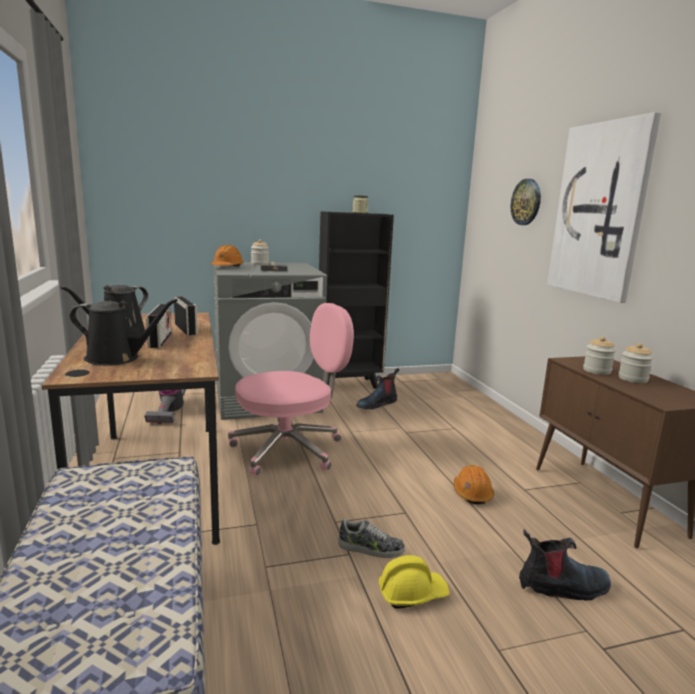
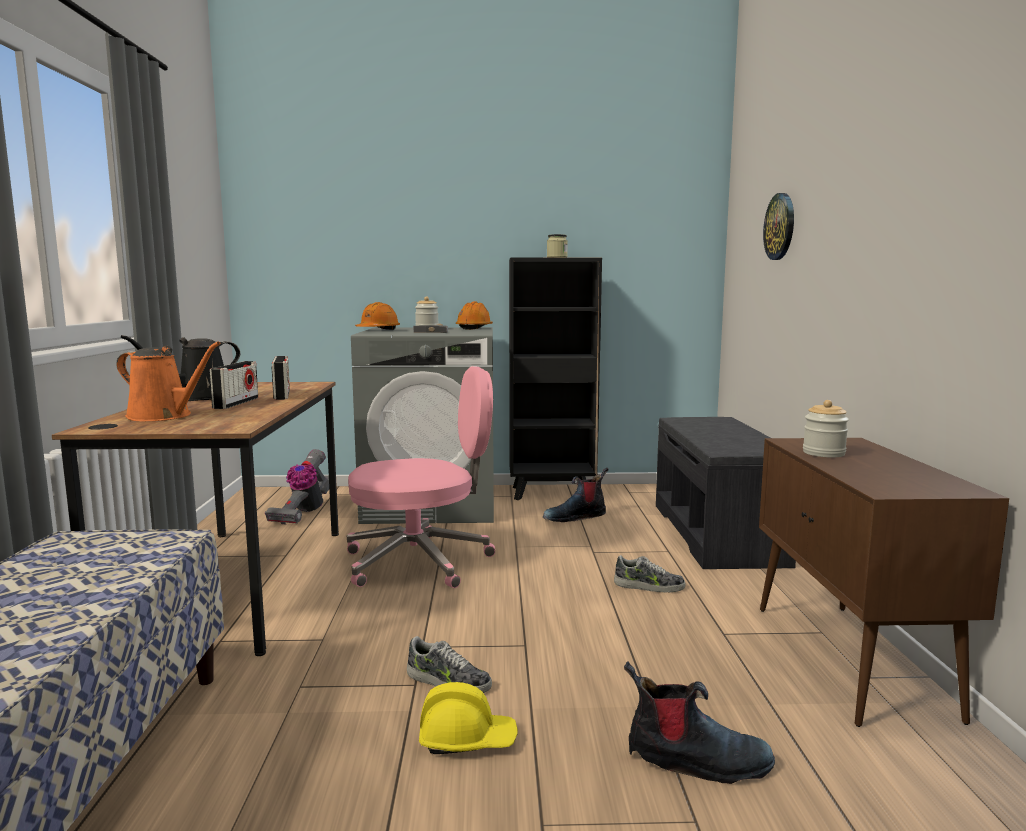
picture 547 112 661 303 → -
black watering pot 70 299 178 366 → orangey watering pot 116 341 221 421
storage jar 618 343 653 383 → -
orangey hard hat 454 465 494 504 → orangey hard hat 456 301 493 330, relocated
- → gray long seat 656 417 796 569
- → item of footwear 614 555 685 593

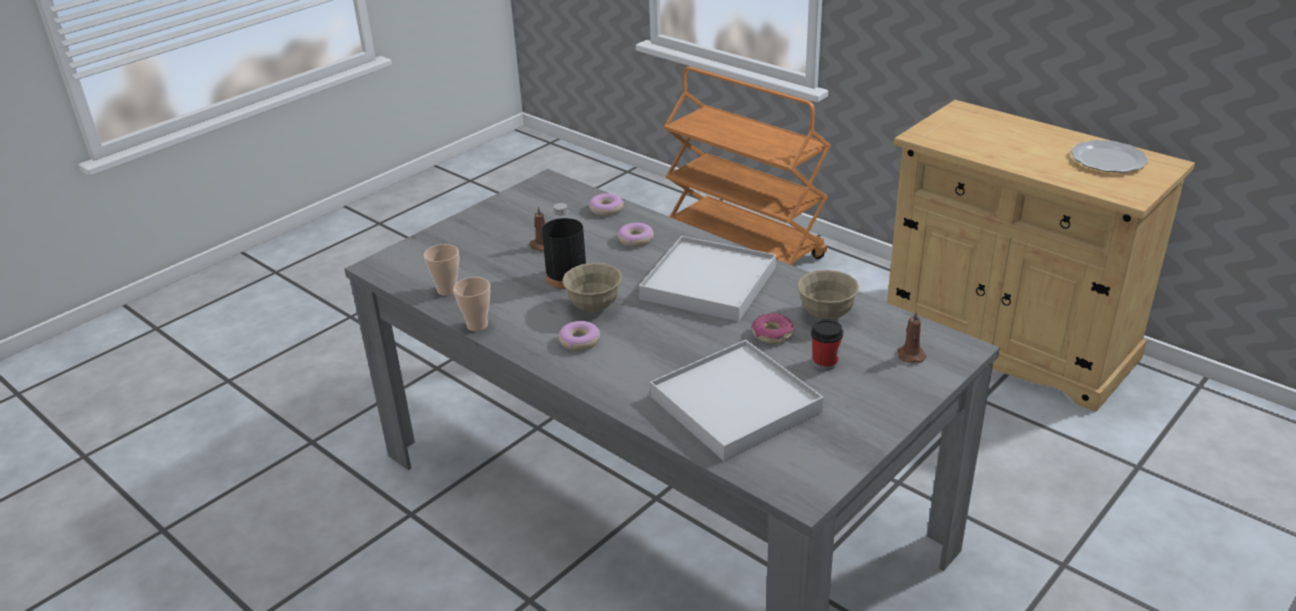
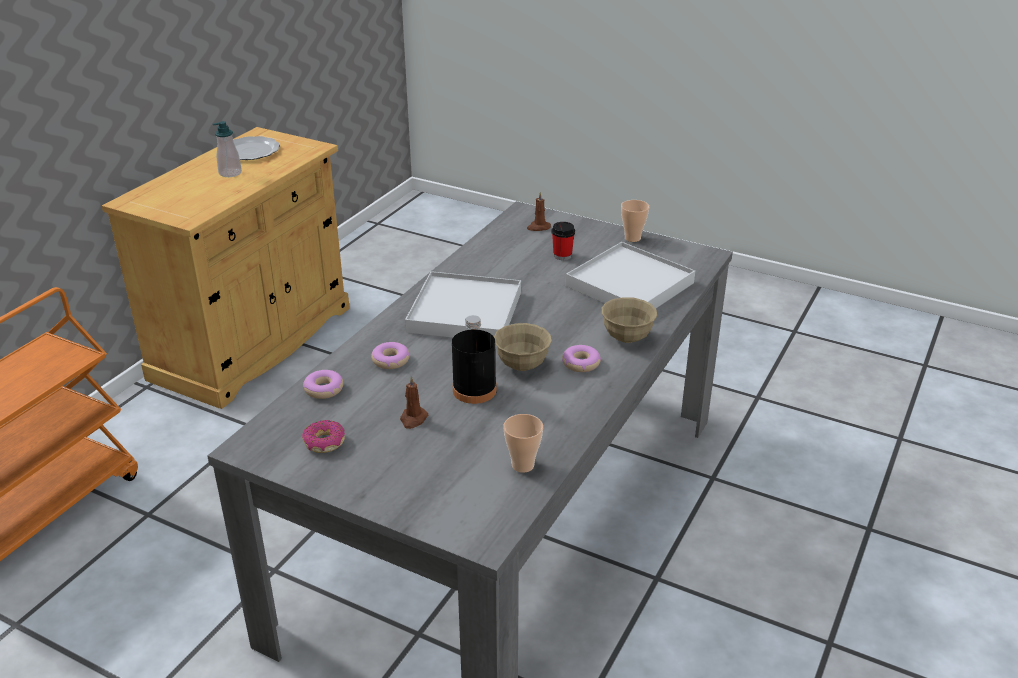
sand-coloured serving bowl 797 270 859 320 → sand-coloured serving bowl 602 297 657 343, relocated
small cup 453 277 490 331 → small cup 621 200 649 242, relocated
donut 751 313 794 344 → donut 302 420 345 453, relocated
- → soap dispenser 213 121 242 177

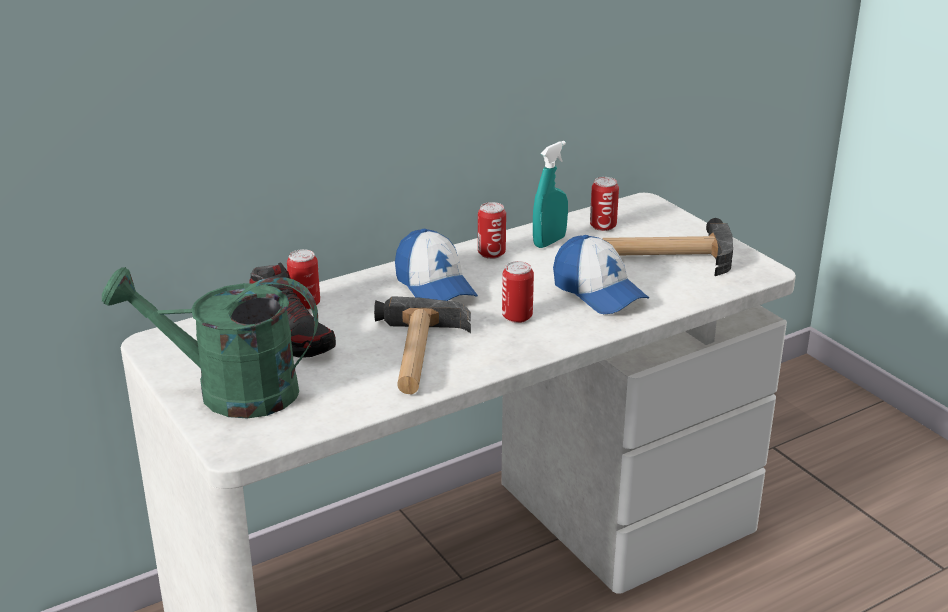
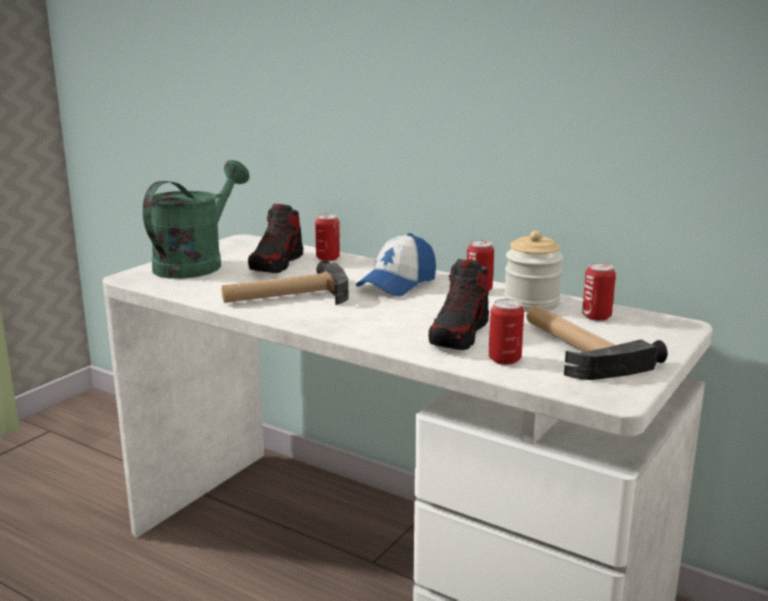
turquoise-coloured spray bottle 533 141 568 248 → storage jar 504 231 563 312
peaked cap 553 235 649 314 → item of footwear 428 259 489 350
can 502 261 534 323 → can 489 299 524 365, relocated
green watering pot 102 267 318 419 → green watering pot 143 160 250 279, 45 degrees clockwise

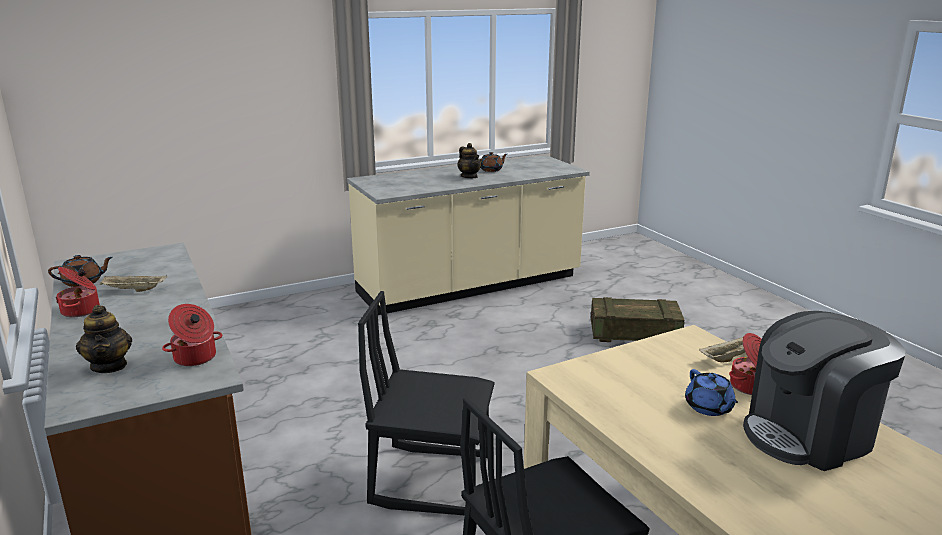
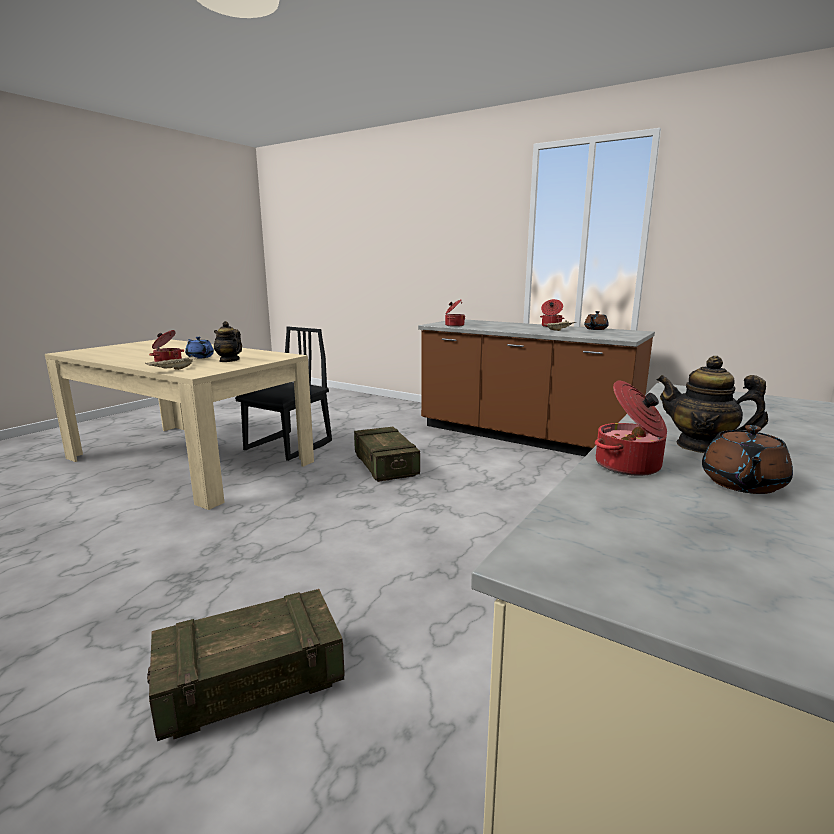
black chair 358 291 495 515 → shipping crate 354 427 420 482
pot for tea 76 305 132 373 → pot for tea 214 321 242 362, relocated
coffee brewer 743 311 906 471 → -
- → stockpot 595 380 667 476

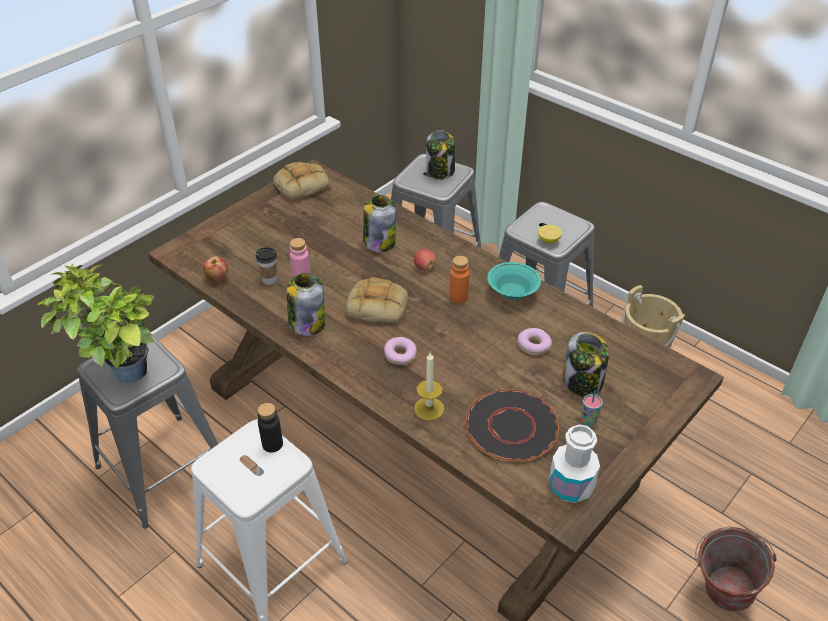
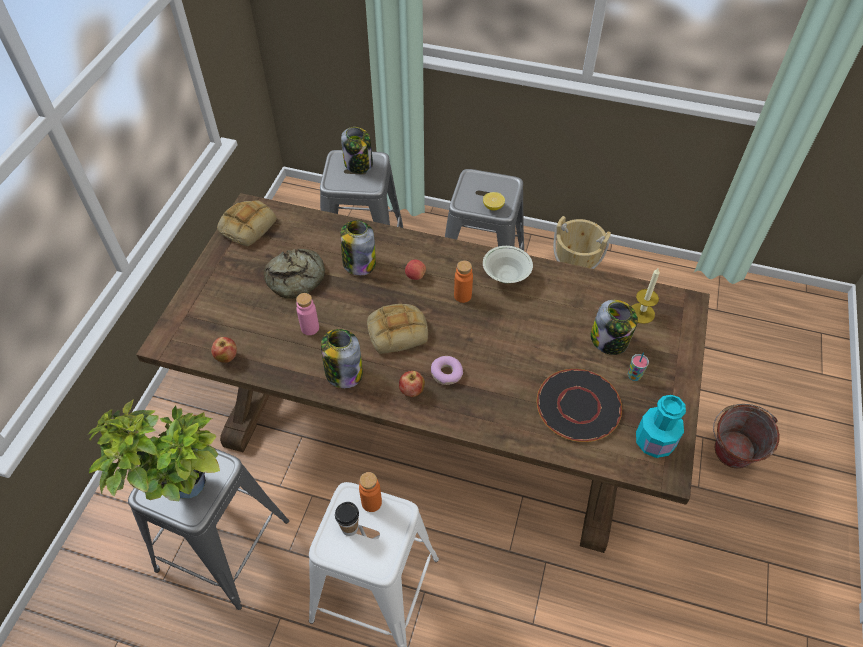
small cup 256 247 277 285 → small cup 335 502 359 536, relocated
turquoise-coloured serving bowl 487 262 541 300 → whitish serving bowl 483 246 533 283
donut 518 328 552 355 → -
wax candle 414 353 444 421 → wax candle 631 268 660 324, relocated
black bottle 258 403 283 452 → orangey bottle 359 472 382 512
whitish bottle 549 424 600 503 → turquoise-coloured bottle 636 395 686 458
- → baked bread 264 249 325 299
- → apple 399 371 425 397

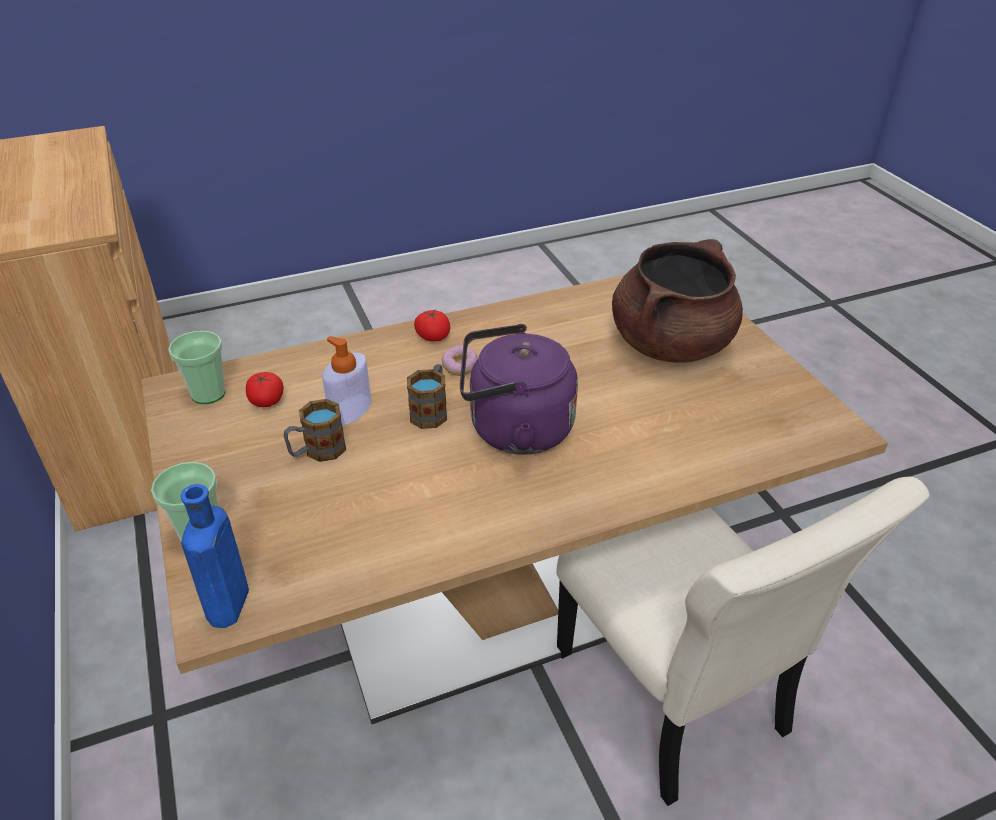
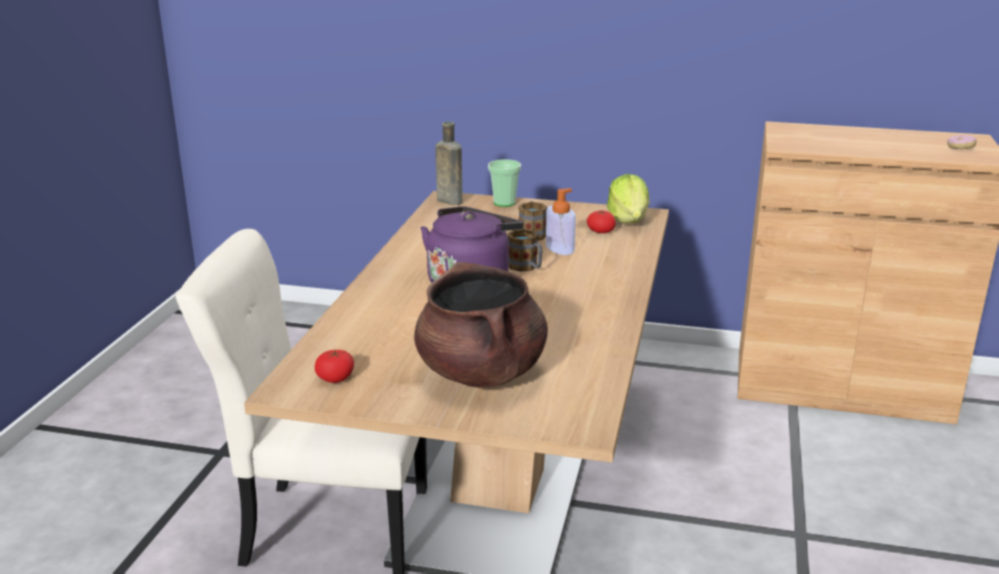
whole tomato 414 310 450 342 → whole tomato 315 349 354 383, relocated
small cup 168 331 226 404 → lettuce 607 174 650 223
donut 442 345 477 376 → donut 947 135 977 149, relocated
bluish bottle 181 484 249 628 → brown bottle 435 122 462 205

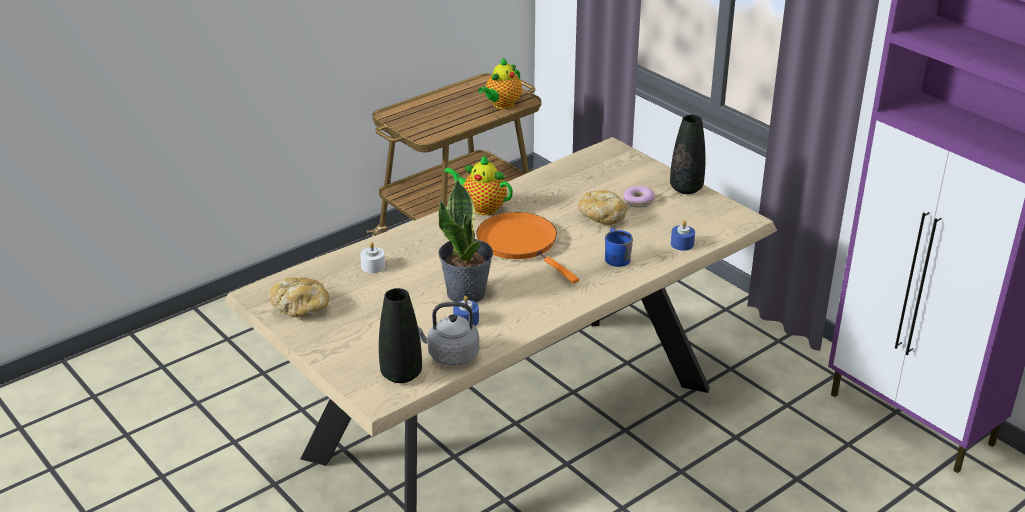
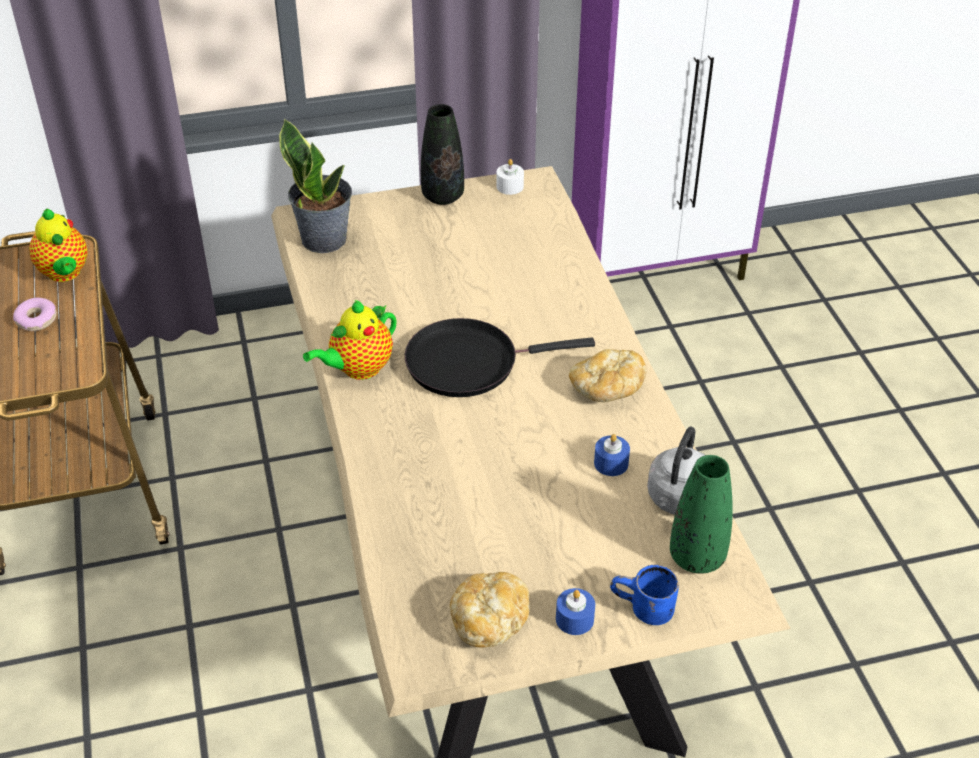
houseplant 438 180 493 302 → houseplant 279 118 352 253, relocated
donut 624 186 655 207 → donut 13 298 57 331, relocated
baked bread 578 190 627 225 → baked bread 569 349 646 402, relocated
orangey skillet 476 212 579 283 → black skillet 405 318 595 397
bluish wax candle 671 220 695 251 → bluish wax candle 556 588 595 635, relocated
bluish tea mug 605 228 633 267 → bluish tea mug 610 564 679 625, relocated
whitish wax candle 360 242 385 273 → whitish wax candle 497 159 524 195, relocated
black vase 379 288 422 383 → green vase 670 455 733 574

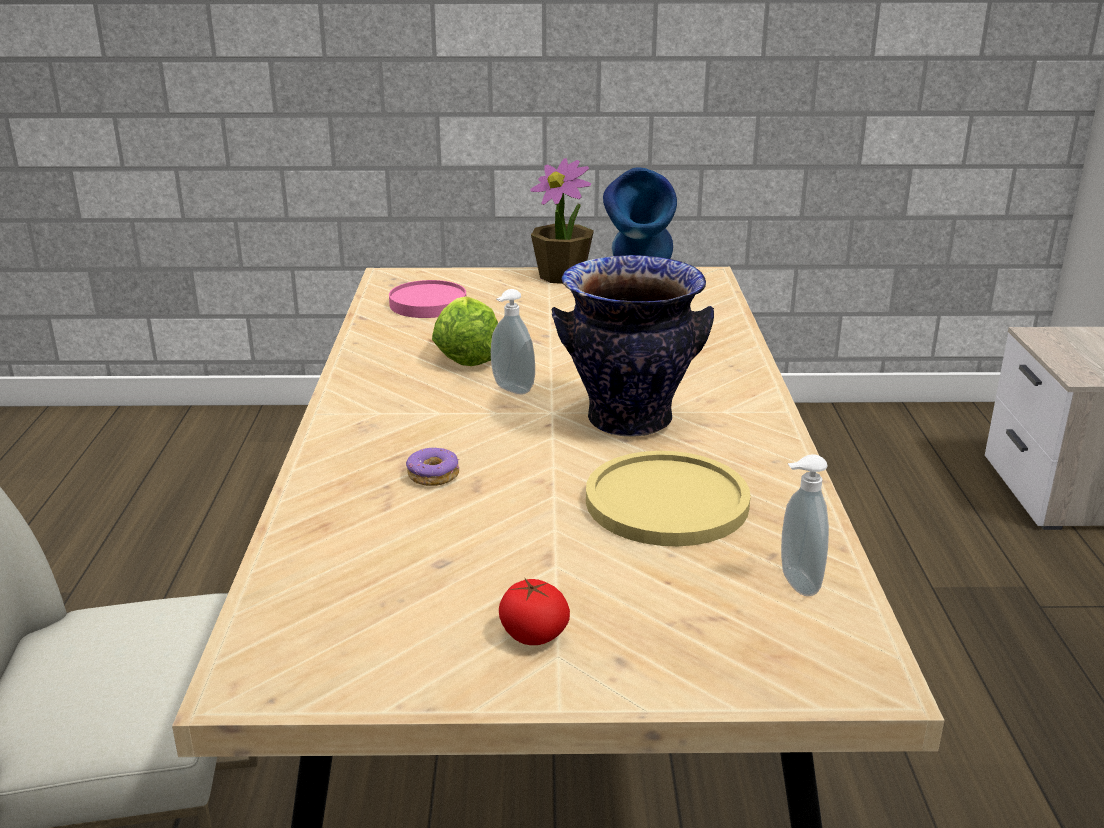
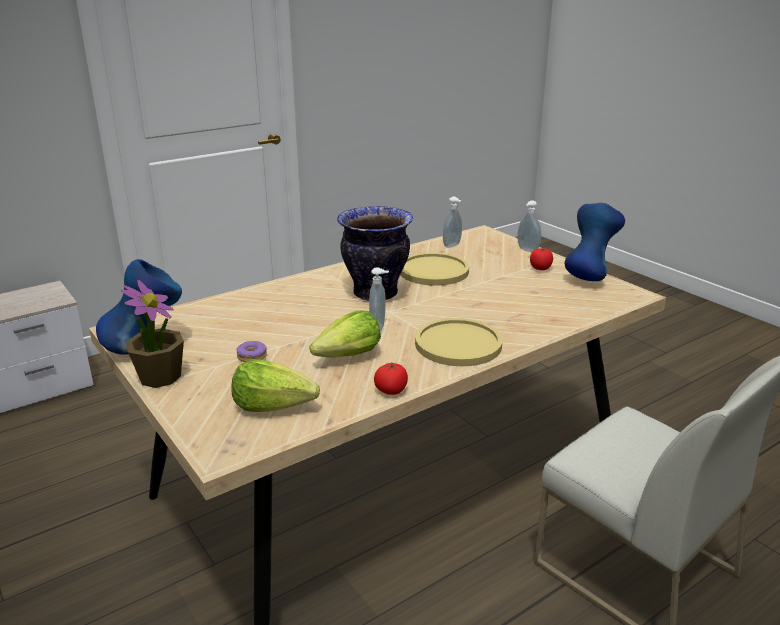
pink-coloured dinner plate 389 280 466 318 → lettuce 231 359 320 412
donut 406 447 459 486 → donut 236 341 267 362, relocated
- → soap dispenser 517 200 541 253
- → bluish vase 565 203 625 281
- → yellow dinner plate 415 318 502 366
- → whole tomato 374 363 408 395

